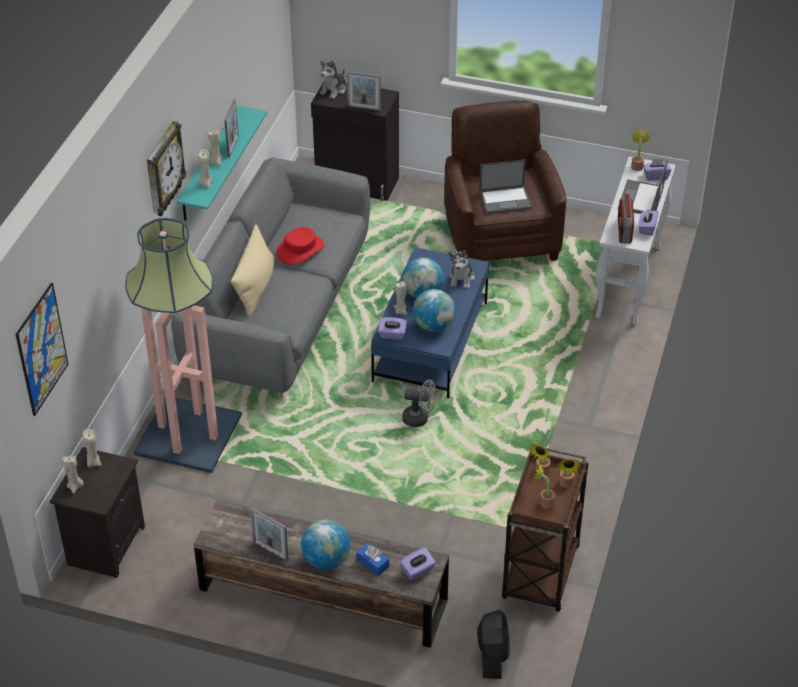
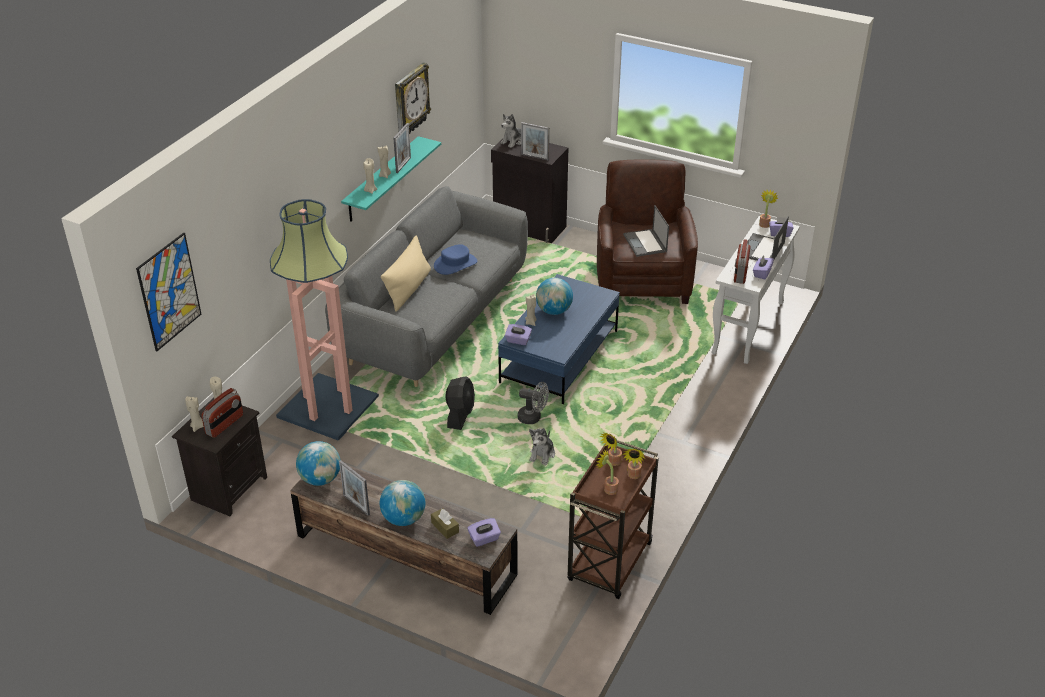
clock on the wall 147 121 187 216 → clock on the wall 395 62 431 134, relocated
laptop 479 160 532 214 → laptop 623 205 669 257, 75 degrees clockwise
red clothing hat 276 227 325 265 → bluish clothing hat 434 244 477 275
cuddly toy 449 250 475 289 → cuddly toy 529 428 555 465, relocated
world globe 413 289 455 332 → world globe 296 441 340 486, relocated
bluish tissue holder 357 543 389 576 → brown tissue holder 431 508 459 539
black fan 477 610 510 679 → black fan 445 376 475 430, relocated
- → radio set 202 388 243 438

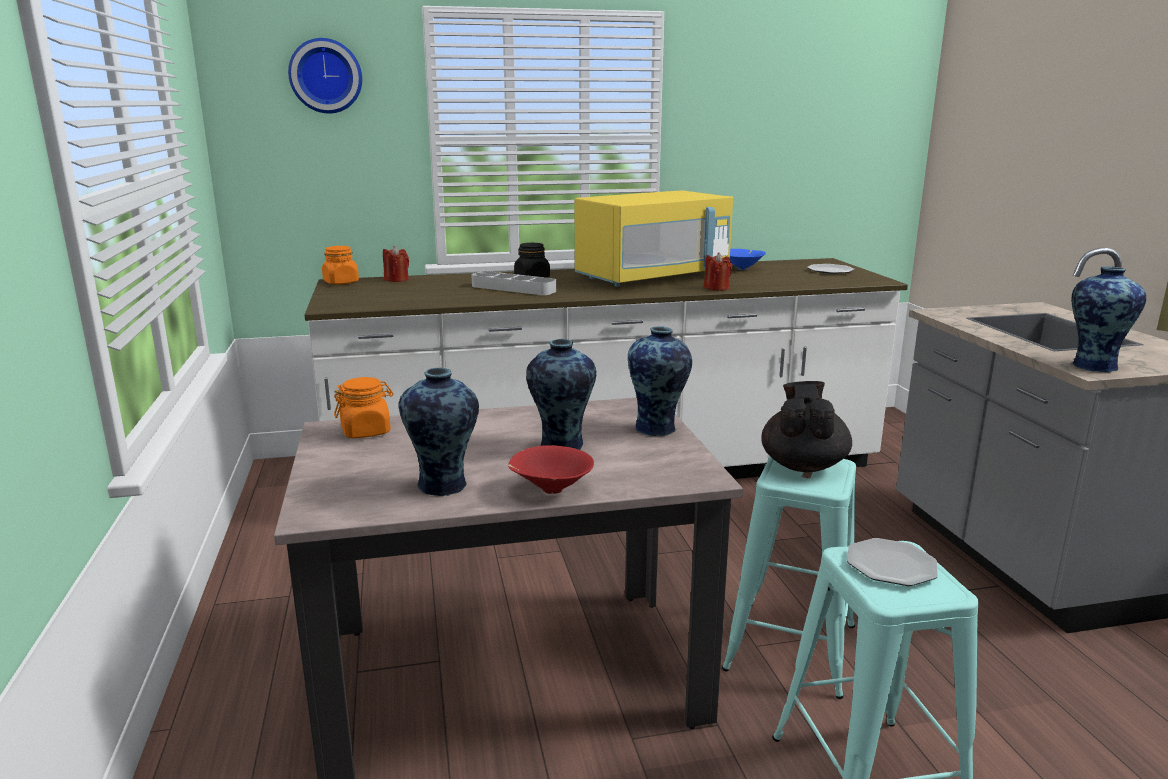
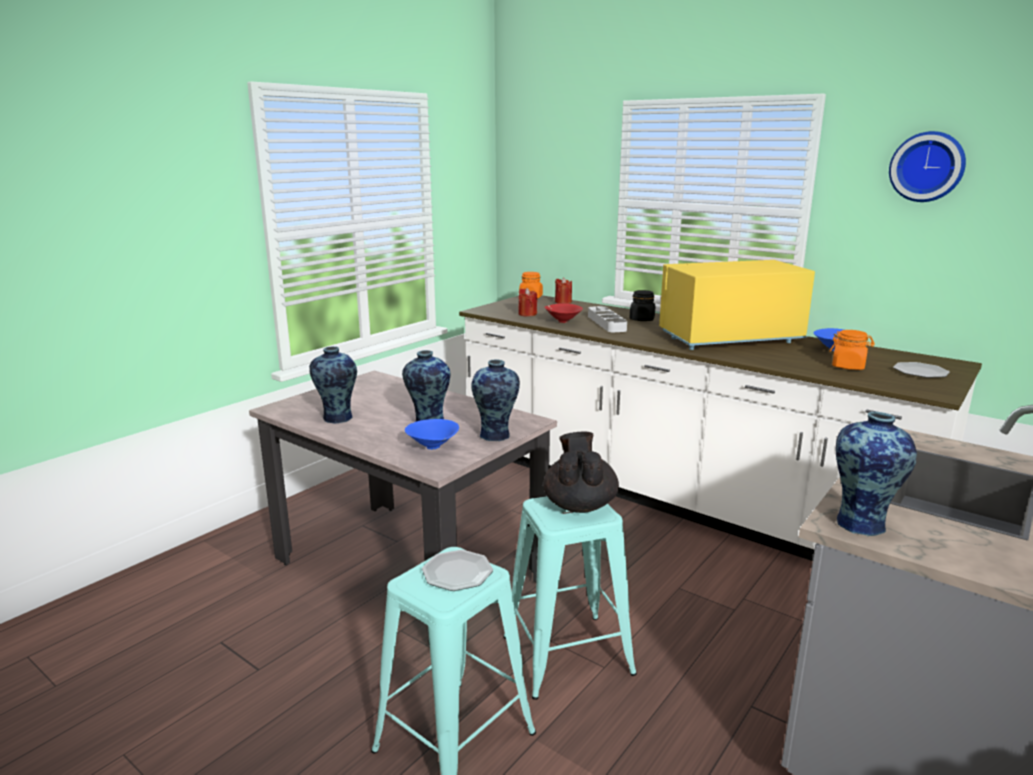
clock on the wall 288 38 362 113 → clock on the wall 889 131 966 202, relocated
yellow microwave 575 190 733 287 → yellow microwave 659 260 815 350, 150 degrees clockwise
red wax candle 704 252 732 291 → red wax candle 518 288 537 316, relocated
orangey storage jar 334 377 393 438 → orangey storage jar 829 330 875 370, relocated
black pot for tea 761 381 852 472 → black pot for tea 543 431 619 513, 60 degrees counterclockwise
red serving bowl 508 445 594 494 → red serving bowl 544 303 583 323, relocated
- → bluish serving bowl 405 419 459 450

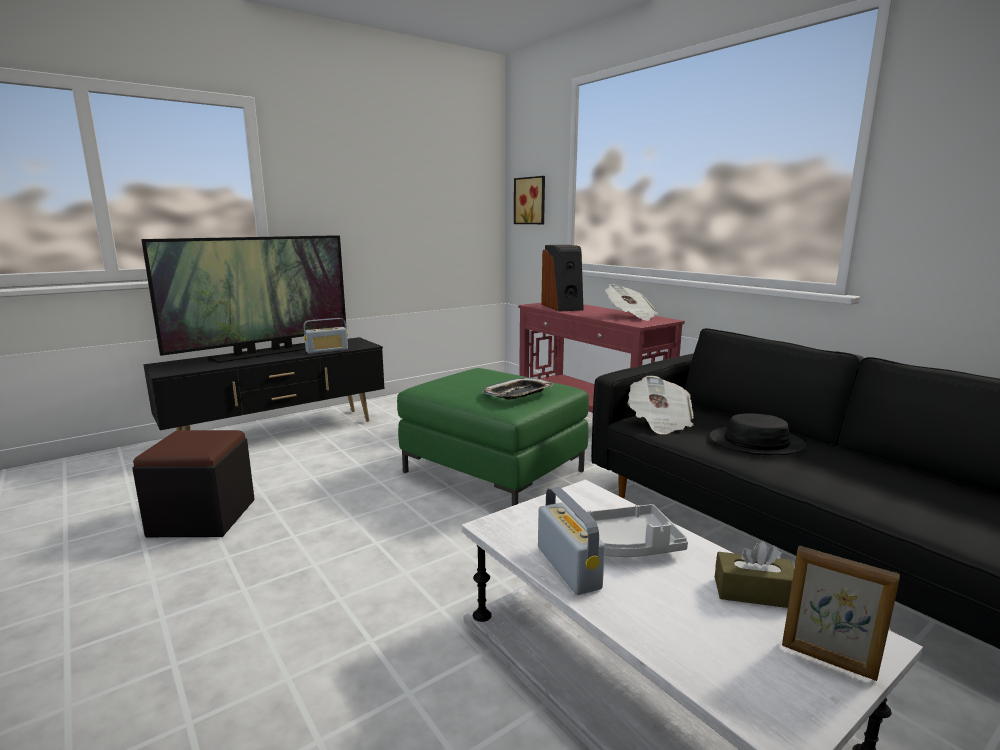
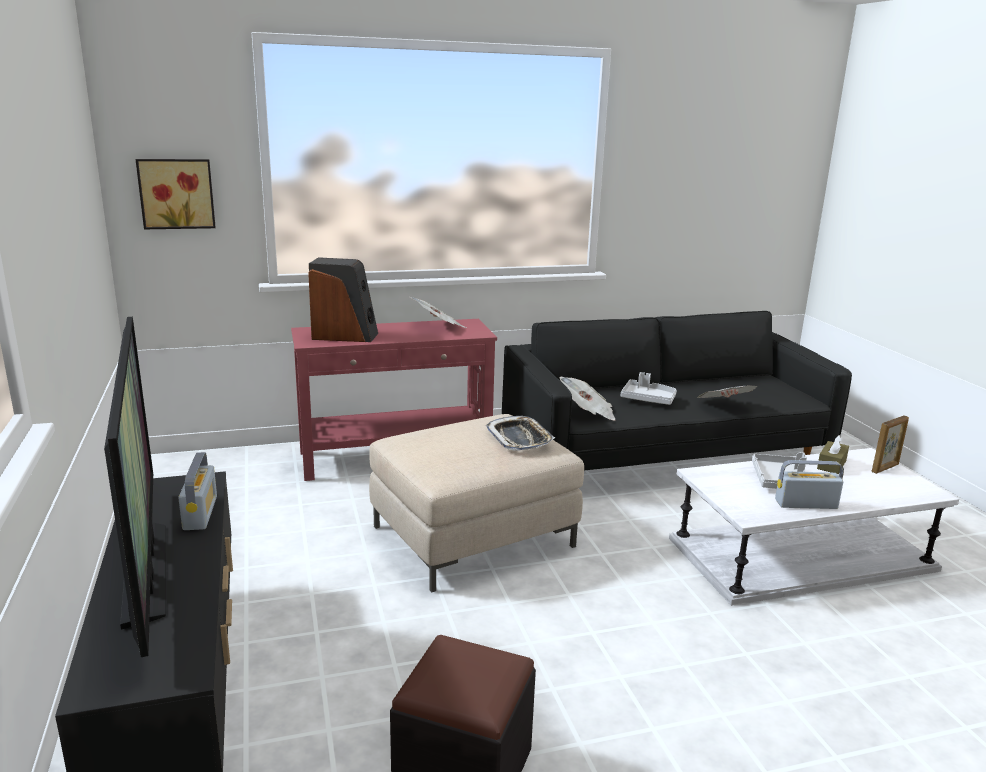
green pouffe 397 368 589 506 → sand-coloured pouffe 369 414 584 592
black clothing hat 709 413 806 455 → gray carrying tray 621 372 677 405
- → newspaper 697 385 758 398

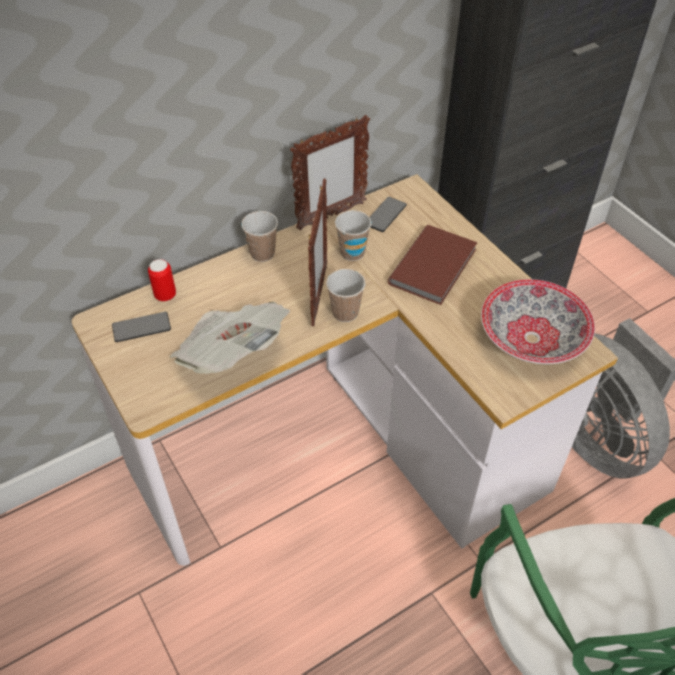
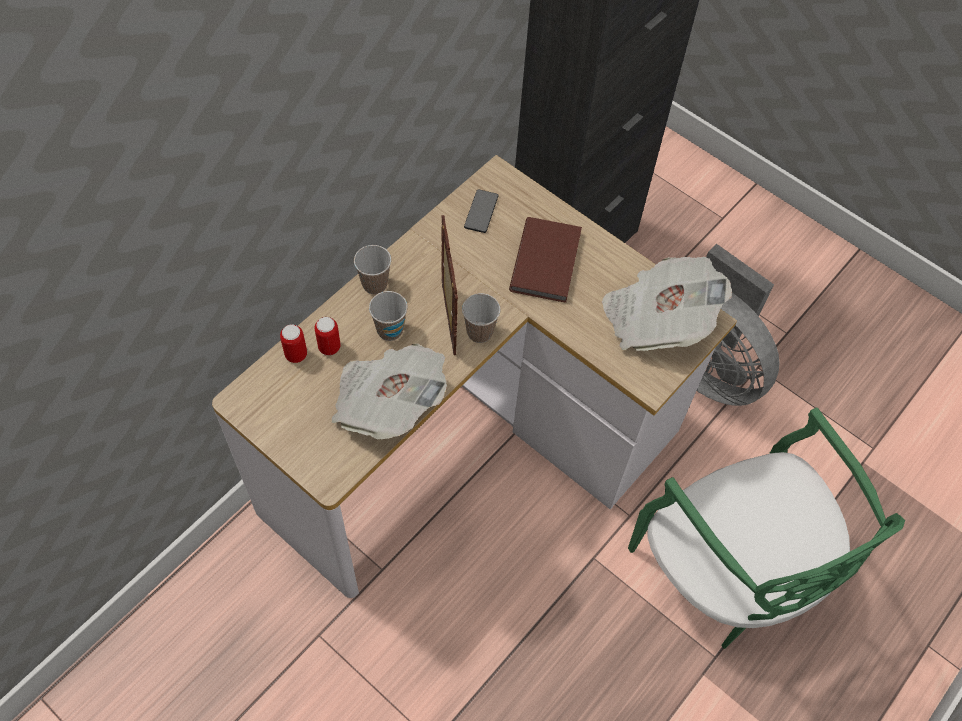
picture frame 290 115 370 230 → -
small cup 335 210 372 261 → small cup 369 291 408 341, relocated
serving bowl 481 279 595 364 → newspaper 602 257 732 351
handset 112 312 171 342 → -
- → can 315 317 341 356

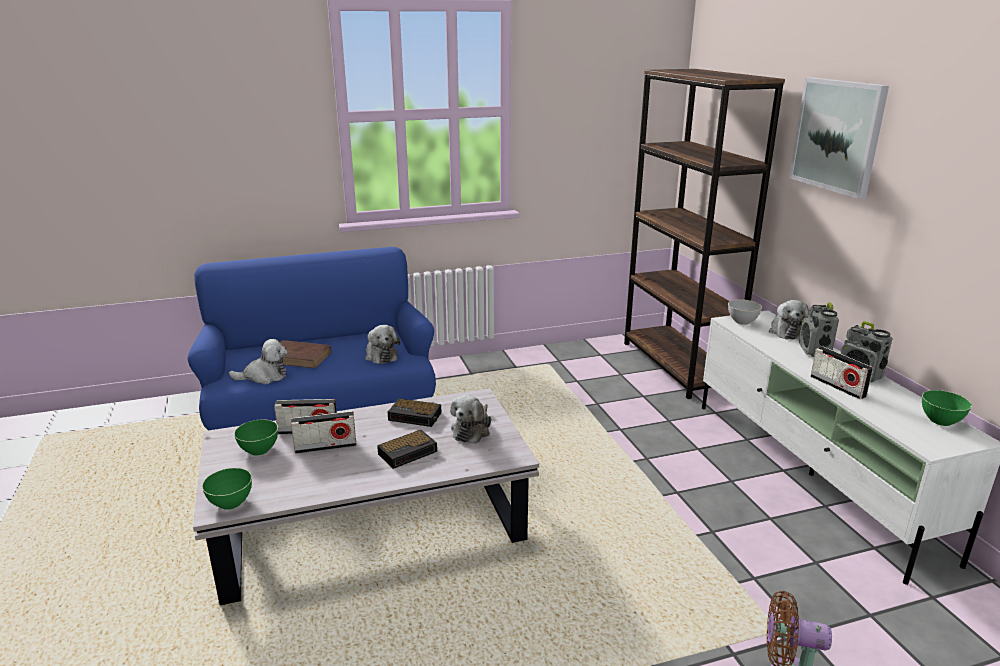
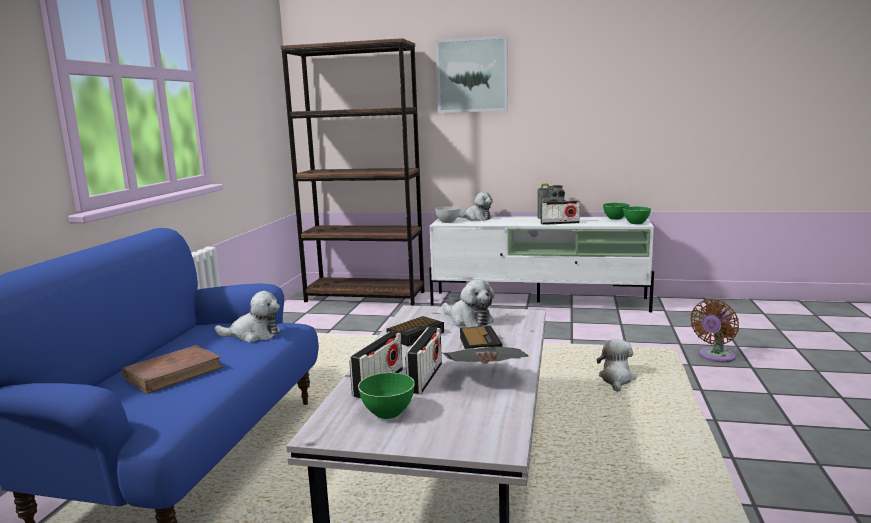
radio set 799 302 839 357 → -
cuddly toy 229 339 288 384 → cuddly toy 597 339 636 392, relocated
green serving bowl 202 468 252 510 → green serving bowl 623 207 651 224, relocated
- → newspaper 443 346 529 364

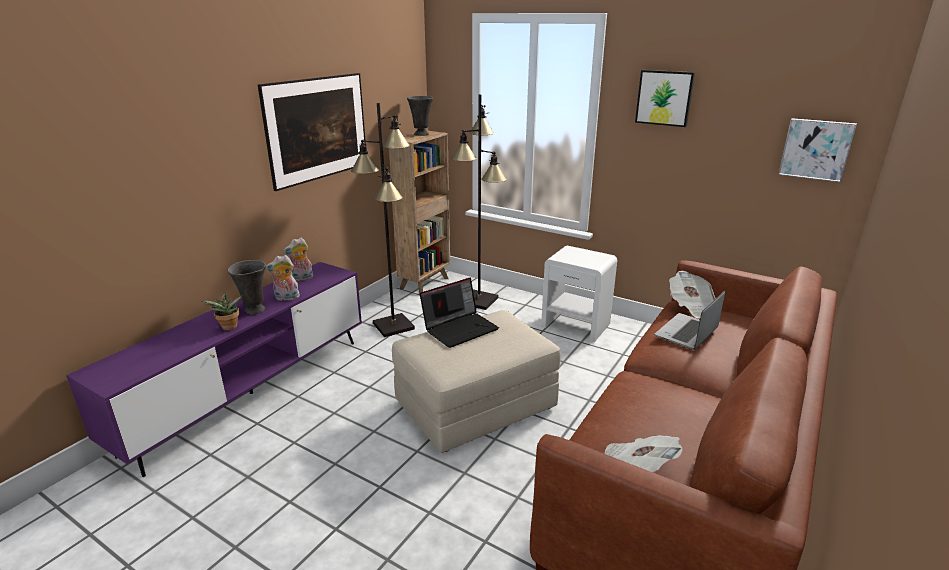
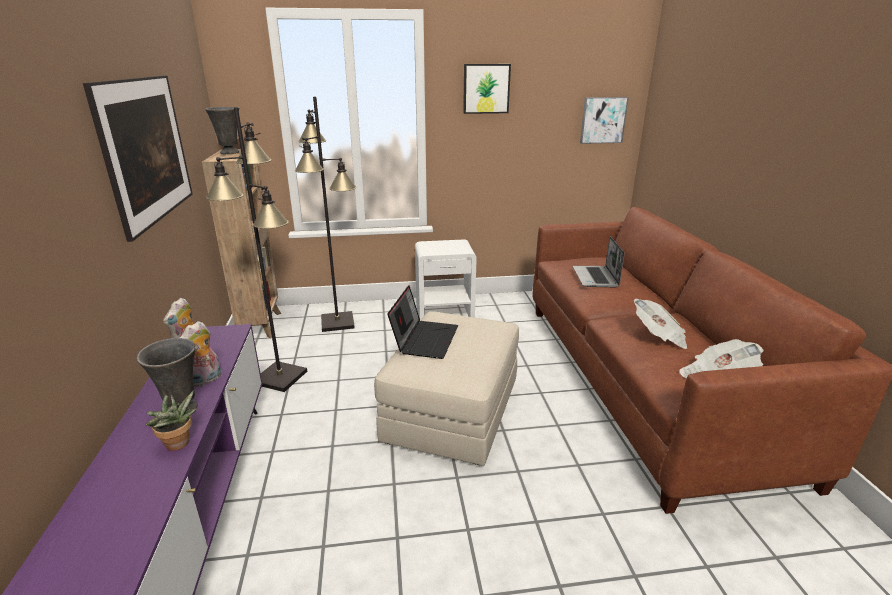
newspaper 669 271 716 319 → newspaper 634 299 687 349, relocated

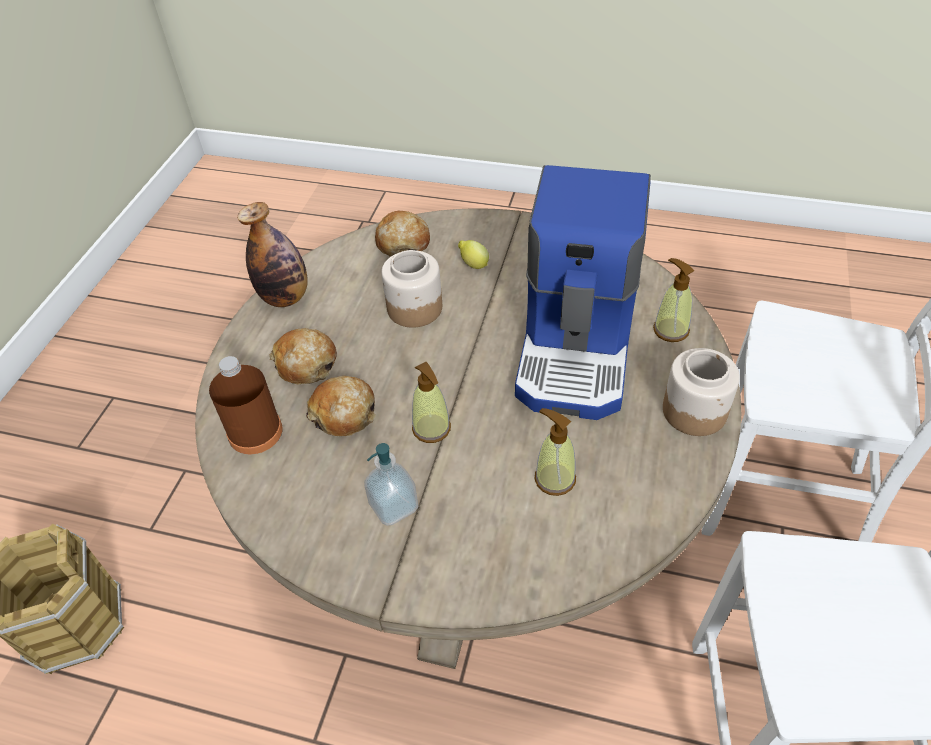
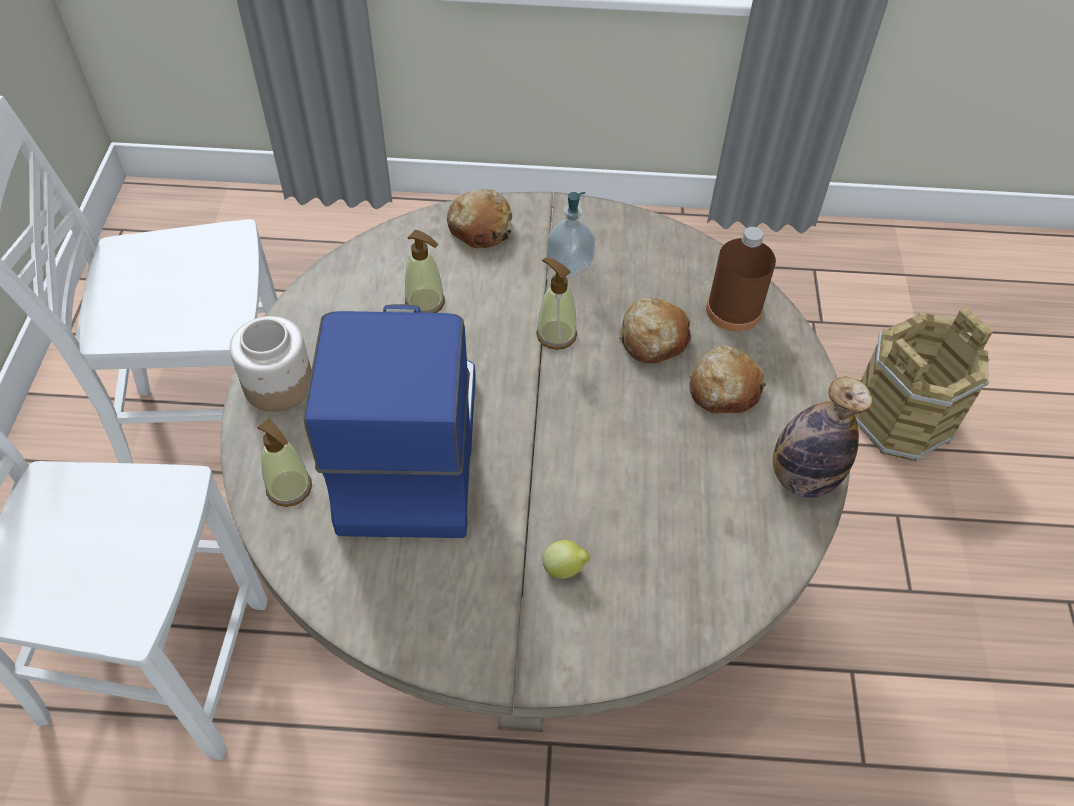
baked bread 375 211 430 257 → baked bread 447 189 513 248, relocated
storage jar 381 250 442 328 → -

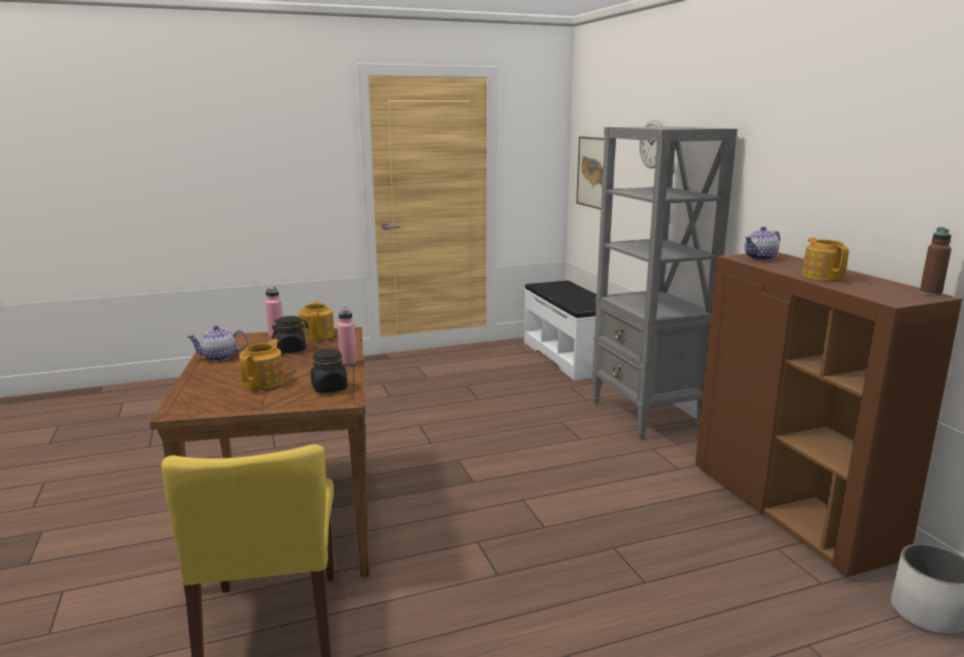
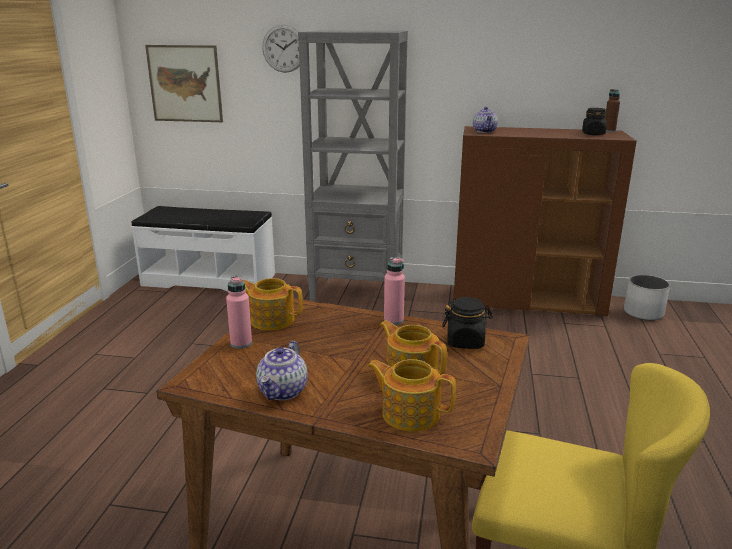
pot for tea 802 238 849 281 → pot for tea 367 359 456 432, relocated
black storage jar 272 316 309 353 → black storage jar 582 108 607 135, relocated

